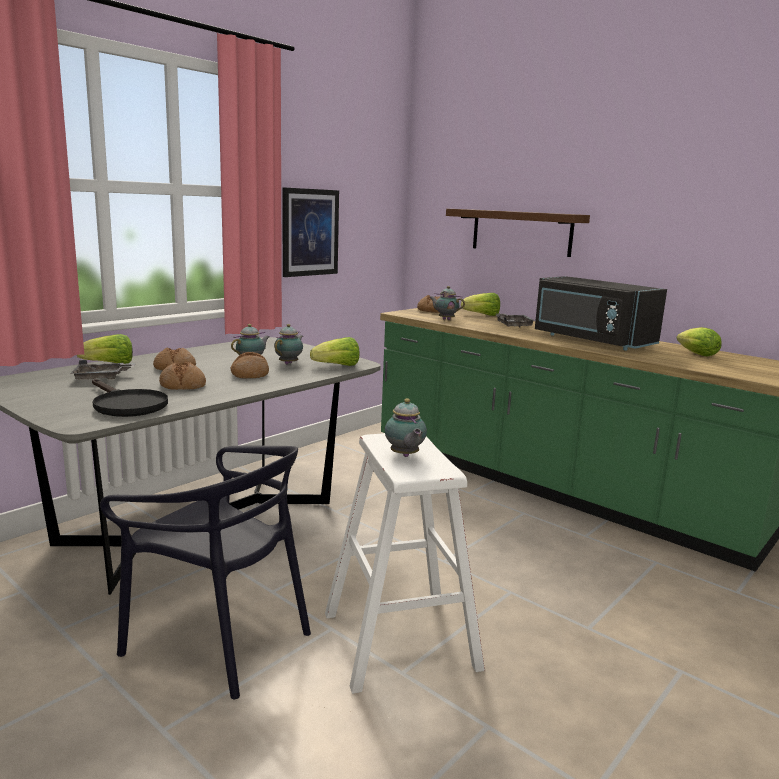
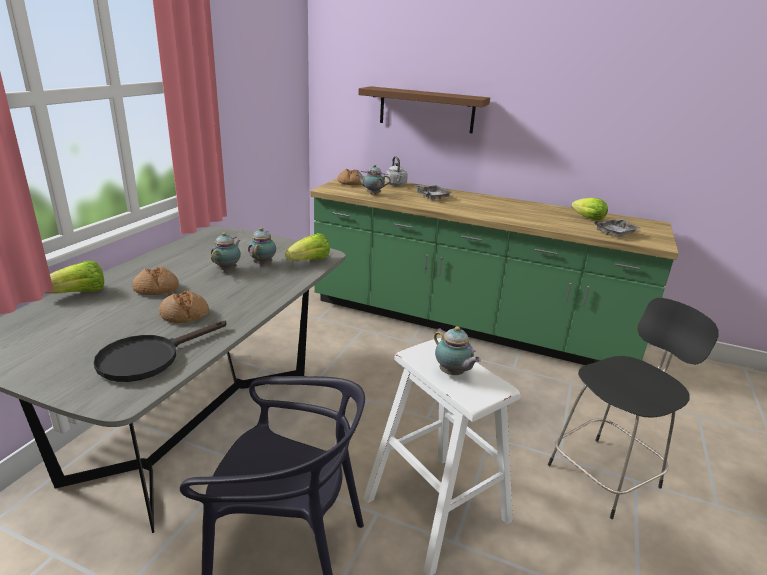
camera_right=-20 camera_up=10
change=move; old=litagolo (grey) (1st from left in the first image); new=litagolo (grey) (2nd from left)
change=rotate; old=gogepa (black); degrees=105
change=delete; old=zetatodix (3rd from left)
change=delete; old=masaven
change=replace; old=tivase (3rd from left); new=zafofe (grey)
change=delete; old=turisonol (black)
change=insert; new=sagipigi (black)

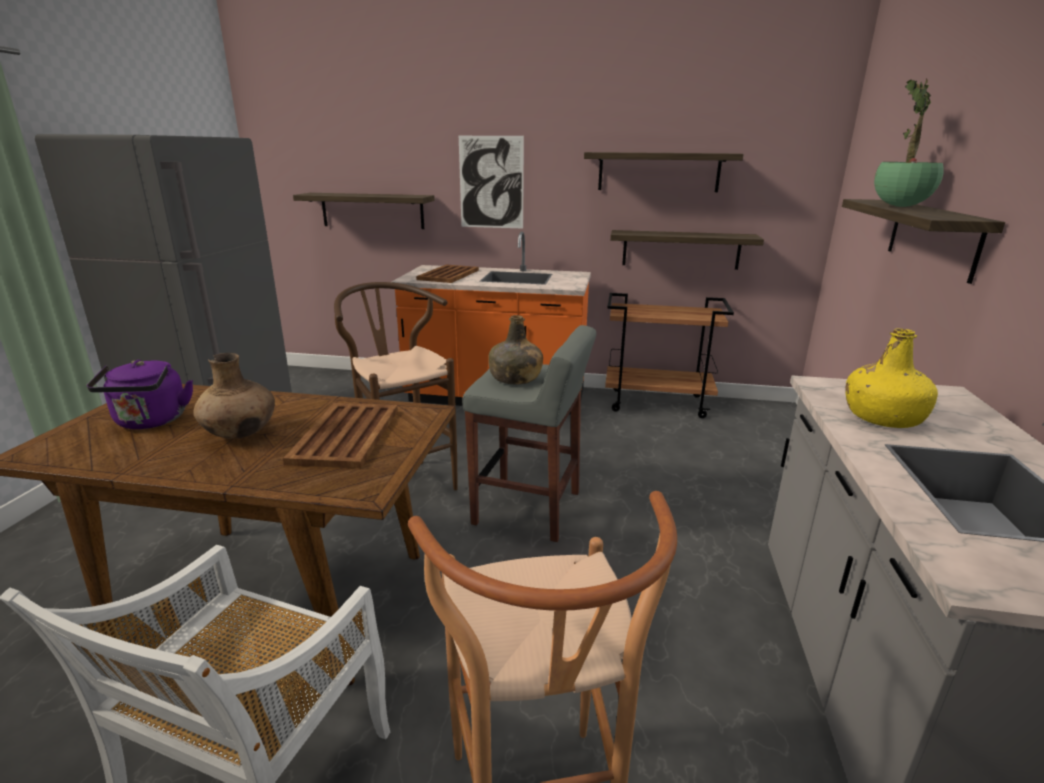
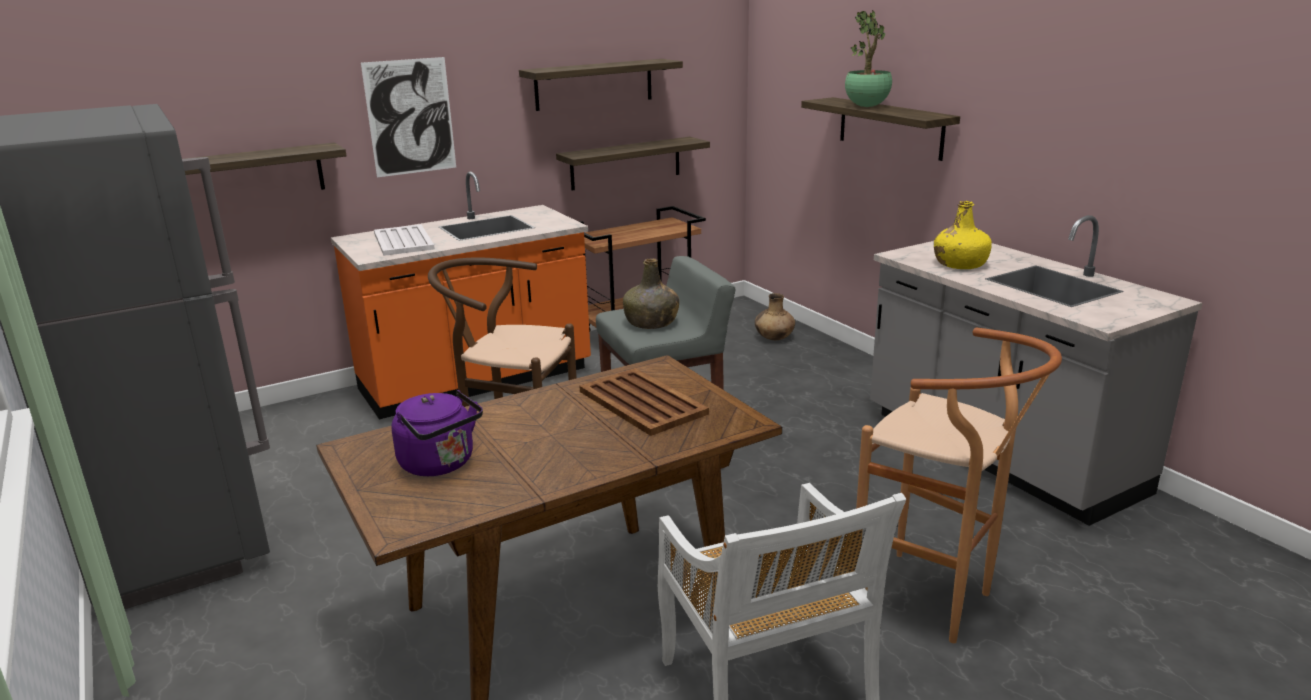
camera_right=-40 camera_up=0
change=move; old=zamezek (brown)
change=recolor; old=litagolo (brown) (2nd from left); new=litagolo (white)

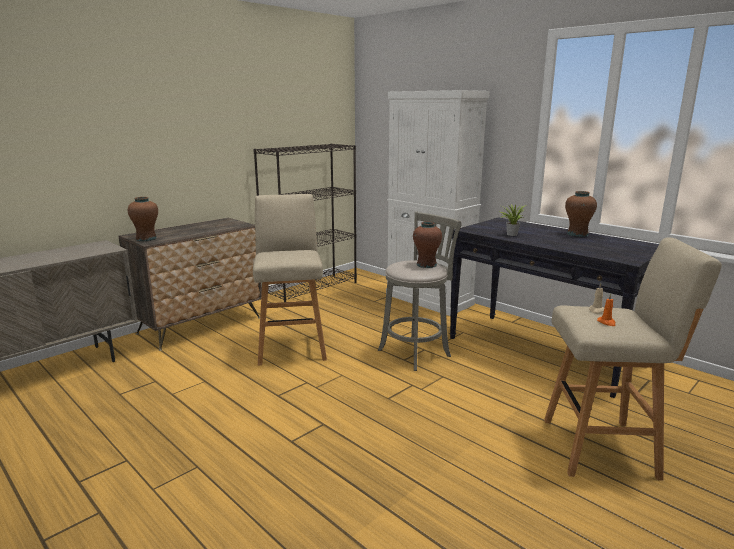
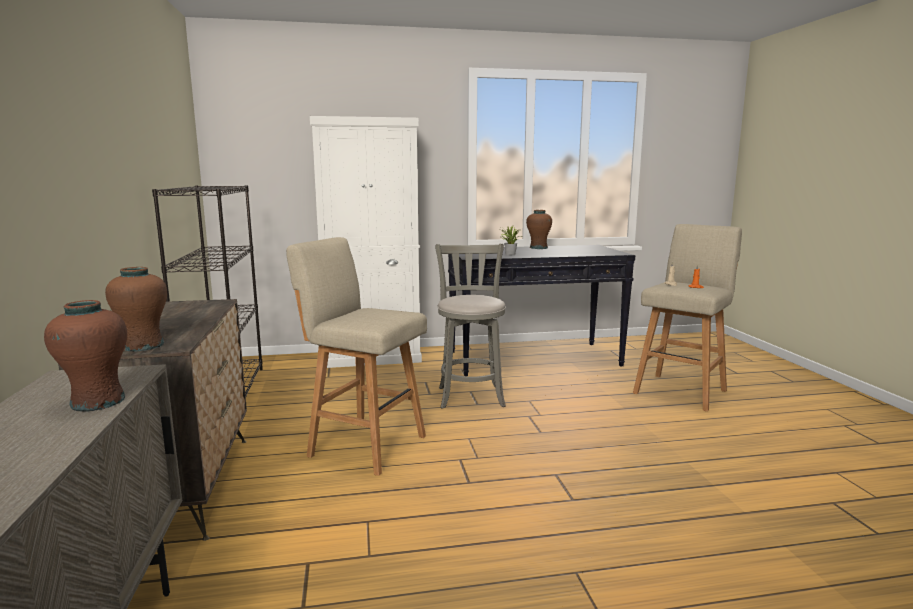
camera_right=-55 camera_up=-5
change=move; old=zamezek (brown) (2nd from left in the first image); new=zamezek (brown) (1st from left)

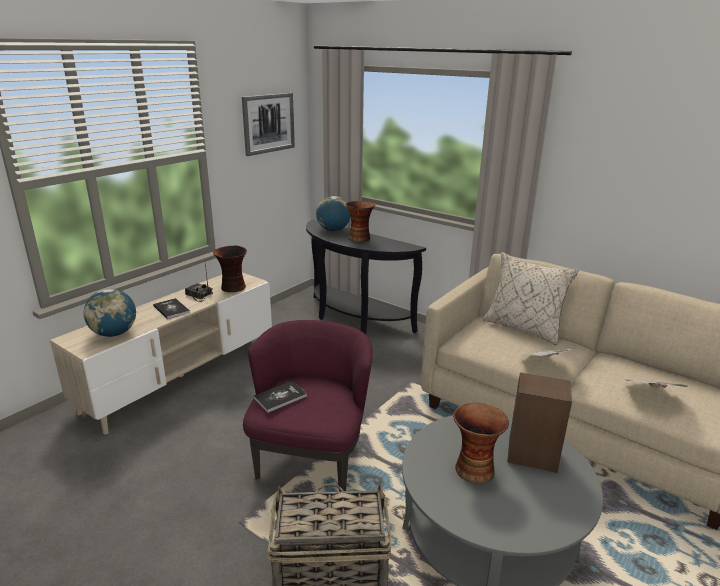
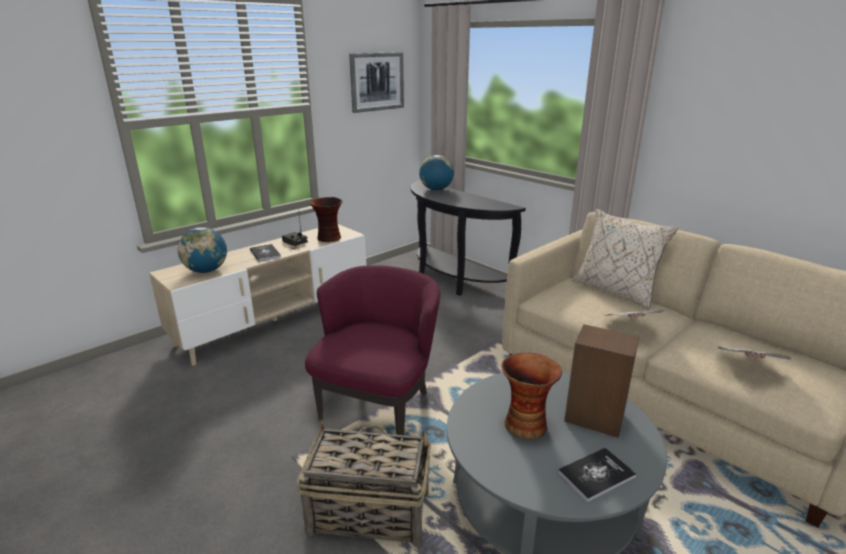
camera_right=10 camera_up=0
change=move; old=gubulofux (2nd from left)
change=delete; old=zamezek (2nd from left)

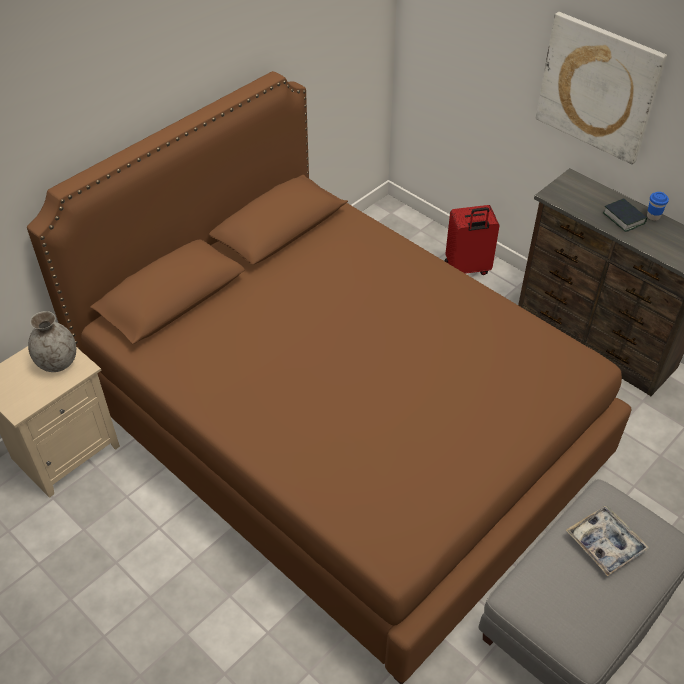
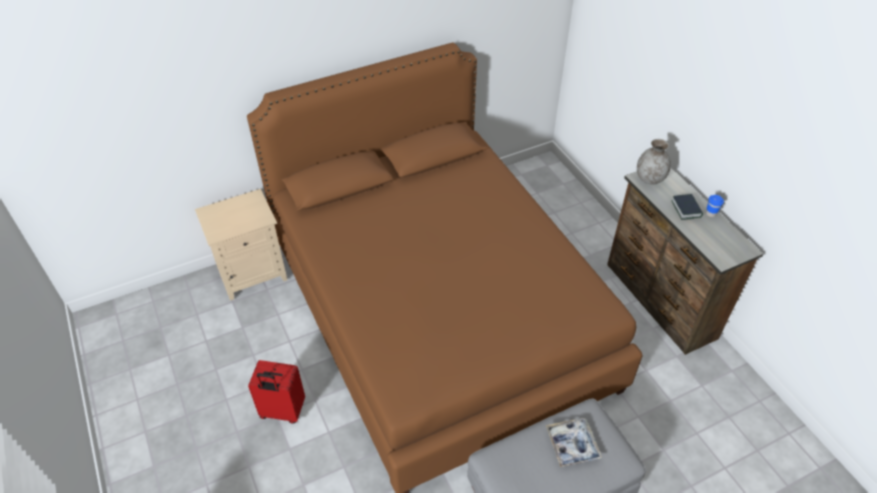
camera_right=20 camera_up=0
change=move; old=zamezek (grey)
change=move; old=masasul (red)
change=delete; old=masaven

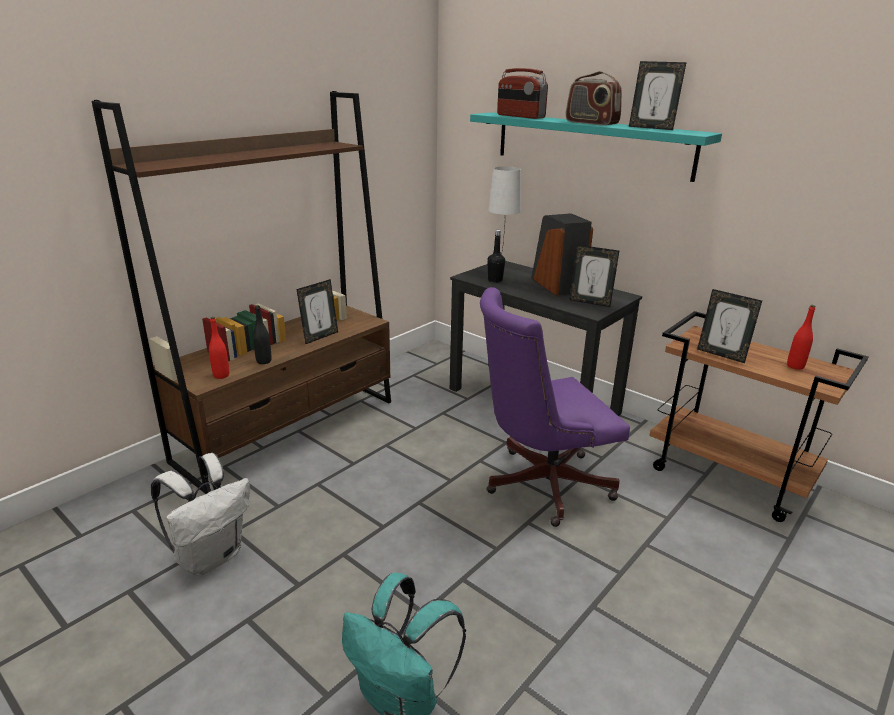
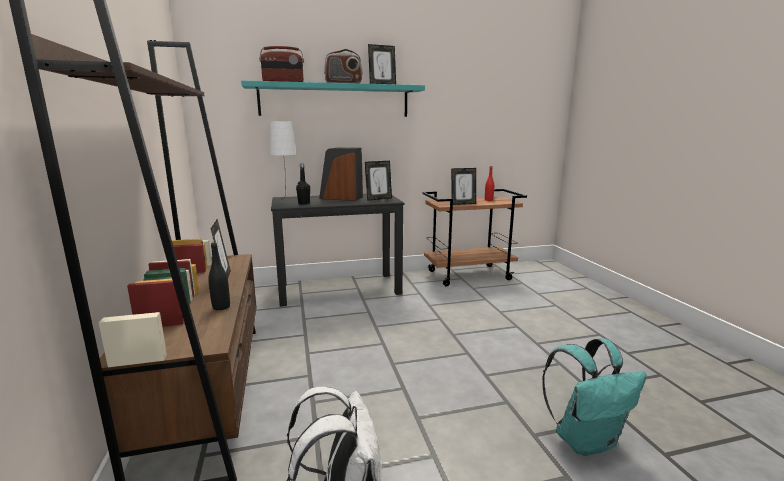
camera_right=-55 camera_up=-10
change=delete; old=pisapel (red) (1st from left)
change=delete; old=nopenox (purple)

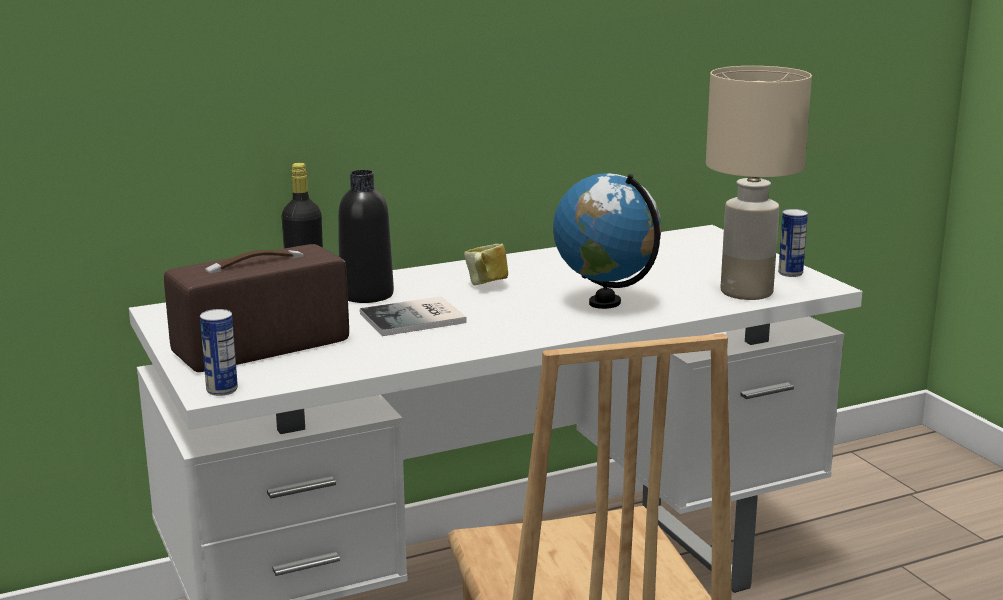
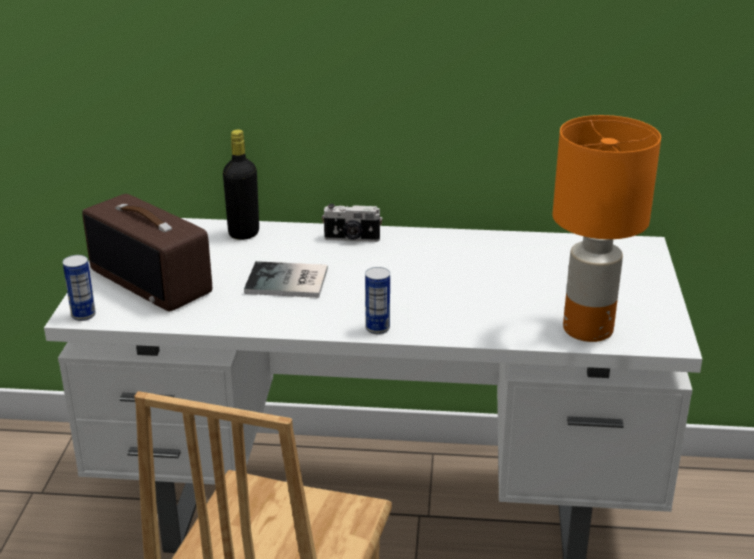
camera_right=30 camera_up=10
change=rotate; old=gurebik; degrees=-135
change=delete; old=pisapel (black) (2nd from left)
change=delete; old=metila
change=delete; old=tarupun
change=recolor; old=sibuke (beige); new=sibuke (orange)
change=move; old=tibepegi (2nd from left)
change=insert; new=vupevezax

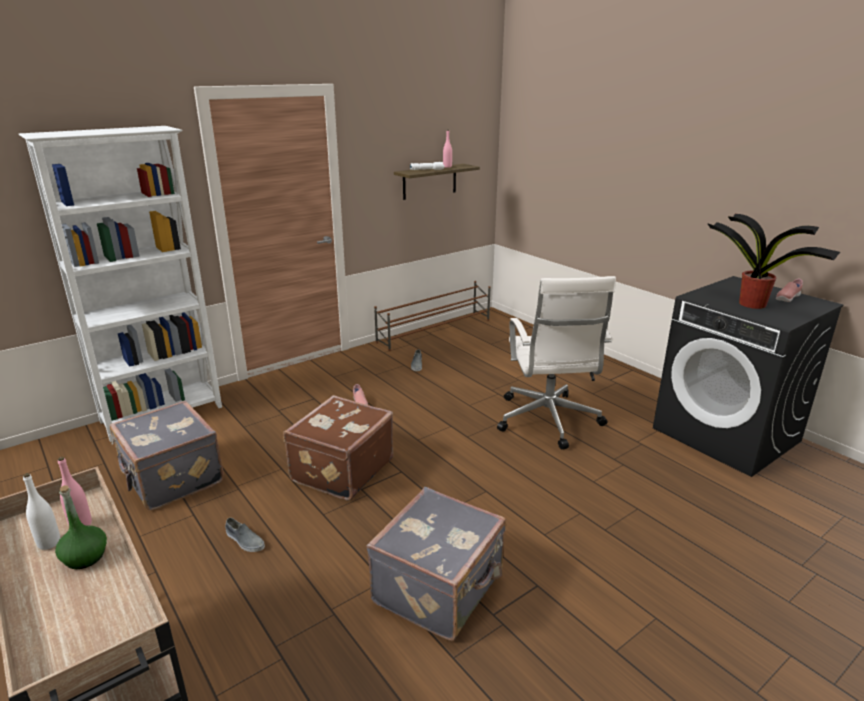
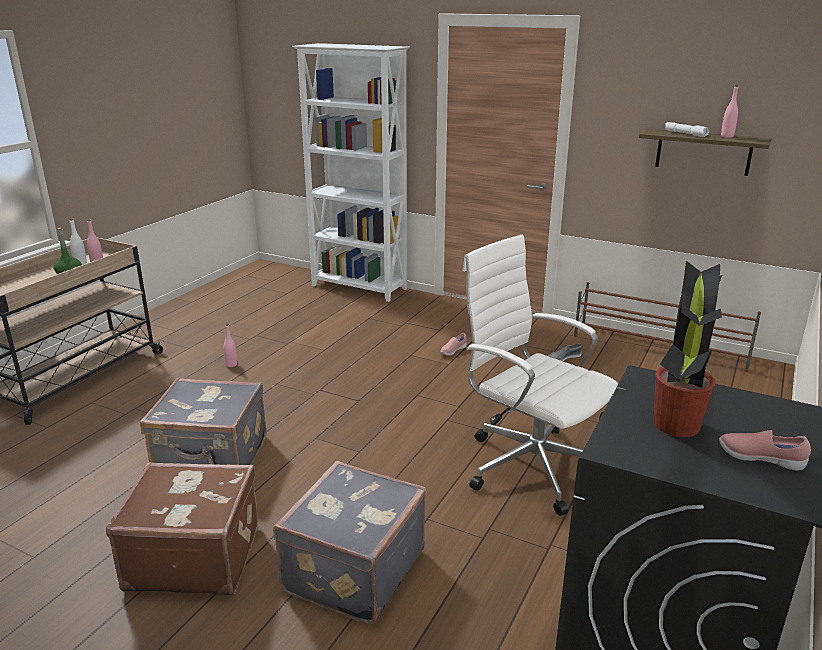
camera_right=65 camera_up=0
change=move; old=masasul (grey) (1st from left in the first image); new=masasul (grey) (2nd from left)
change=replace; old=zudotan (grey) (1st from left); new=pisapel (pink) (2nd from left)
change=move; old=masasul (brown)
change=rotate; old=nopenox (white); degrees=75

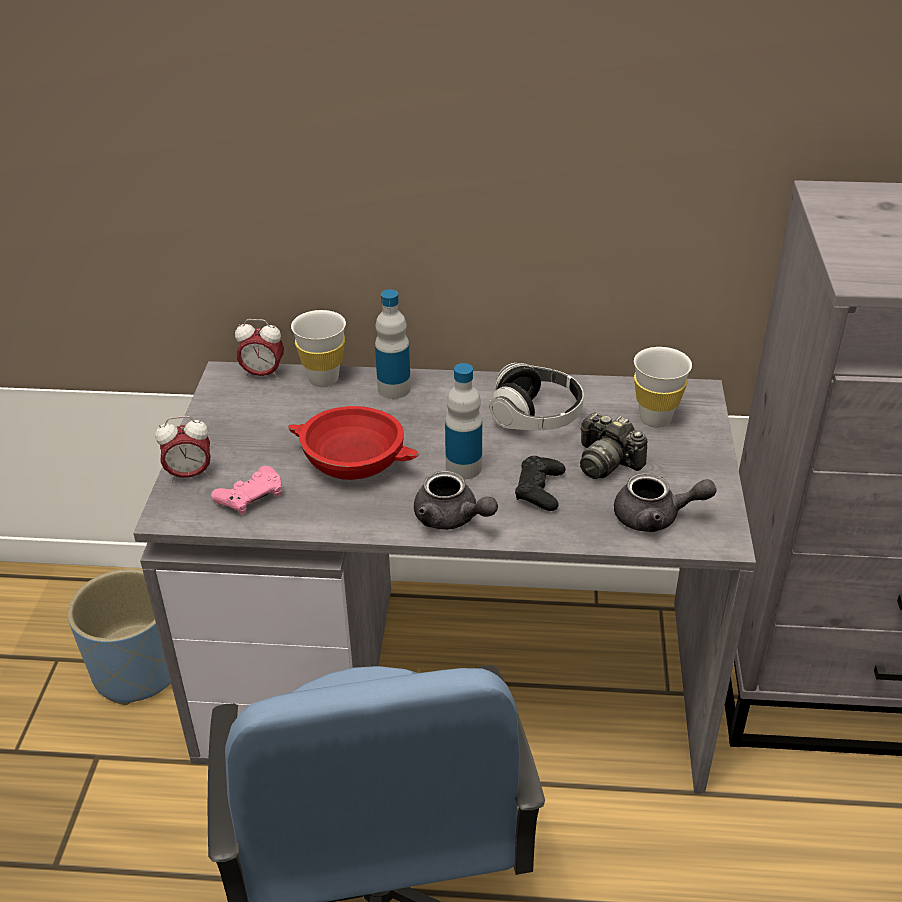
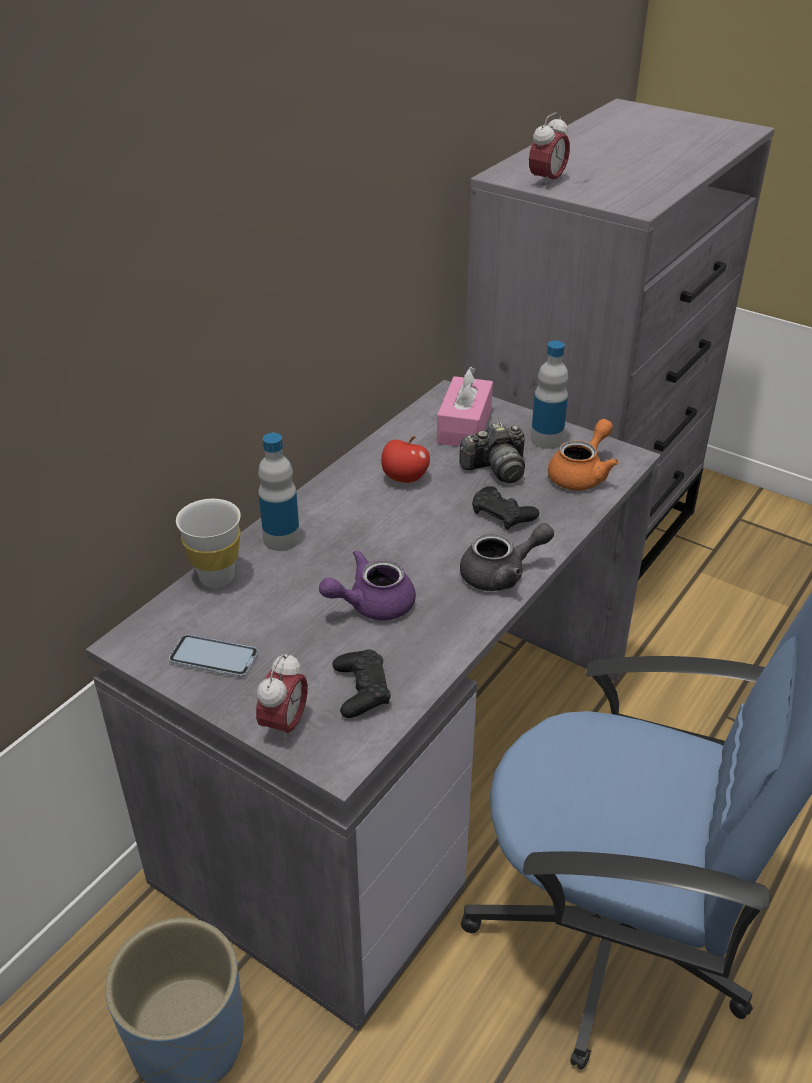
camera_right=-60 camera_up=0
change=recolor; old=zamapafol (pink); new=zamapafol (black) (1st from left)
change=move; old=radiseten (2nd from left)
change=replace; old=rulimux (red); new=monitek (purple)
change=move; old=pisapel (2nd from left)
change=replace; old=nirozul; new=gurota
change=recolor; old=monitek (grey) (2nd from left); new=monitek (orange)
change=replace; old=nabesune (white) (2nd from left); new=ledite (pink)
change=insert; new=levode

